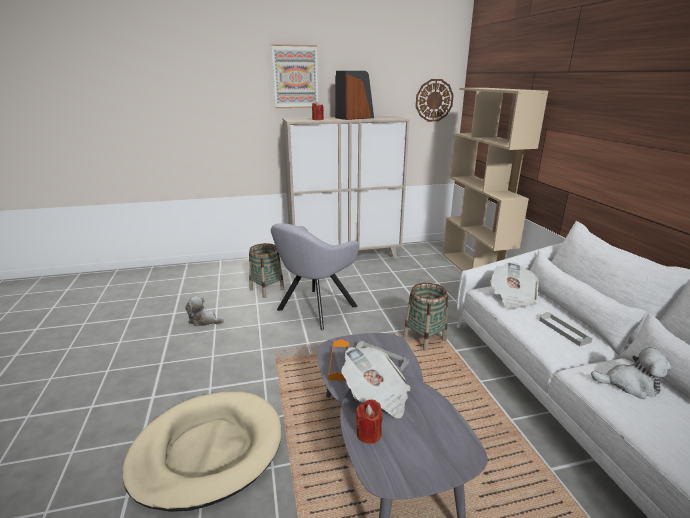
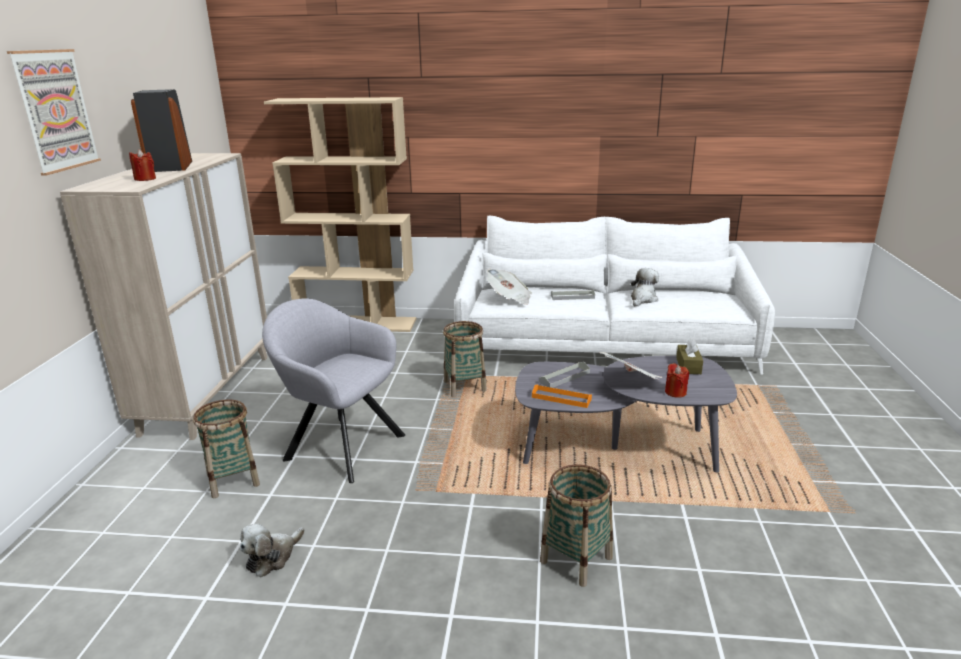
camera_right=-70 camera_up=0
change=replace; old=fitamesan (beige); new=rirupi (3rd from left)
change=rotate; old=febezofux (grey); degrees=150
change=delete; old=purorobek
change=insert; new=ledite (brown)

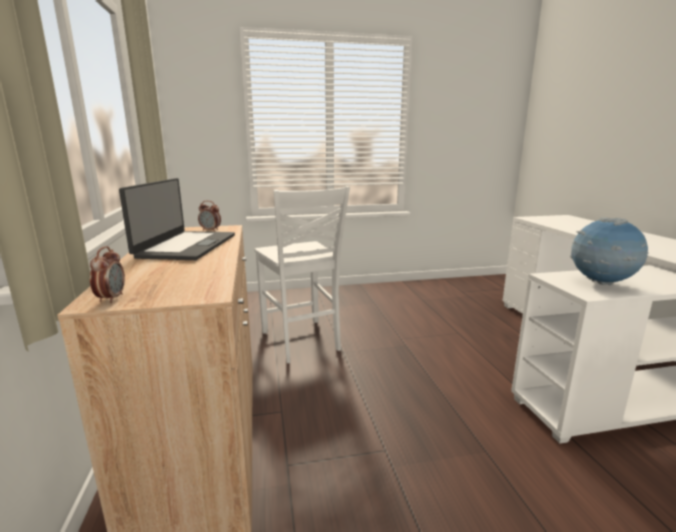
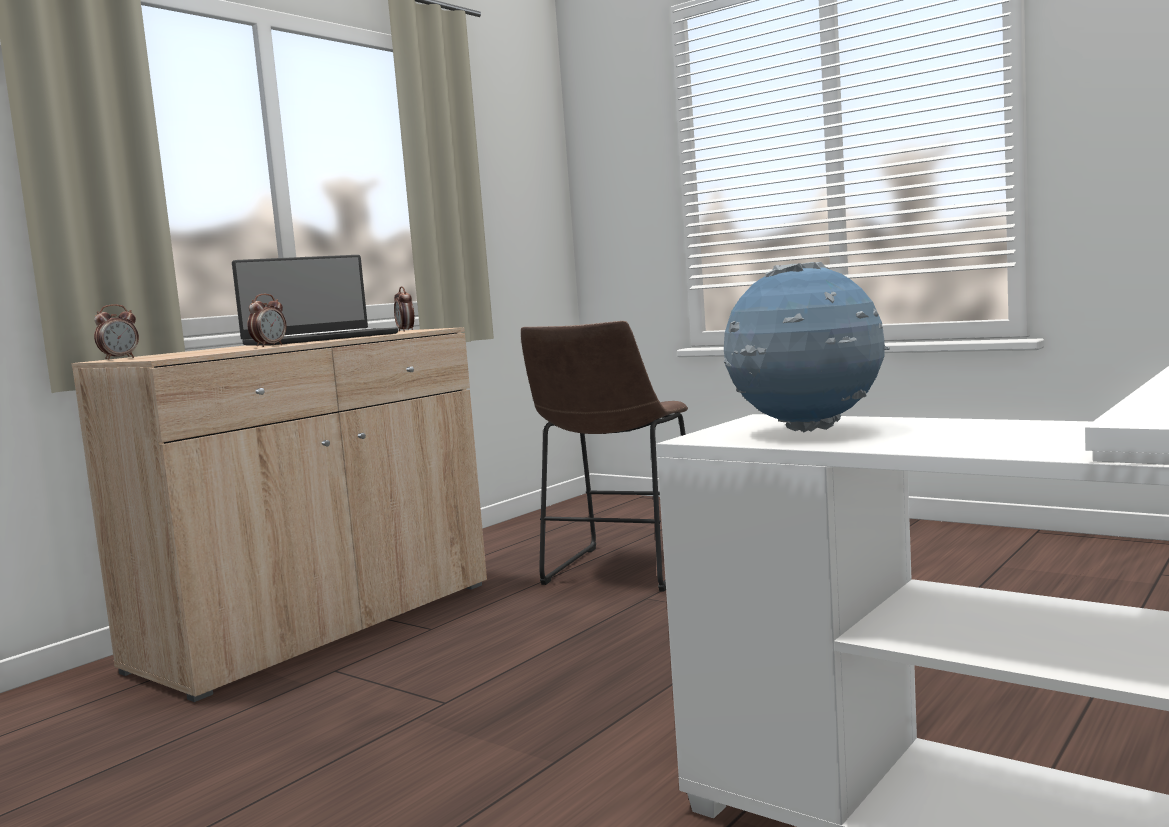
camera_right=50 camera_up=-10
change=replace; old=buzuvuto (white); new=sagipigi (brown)
change=insert; new=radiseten (2nd from left)

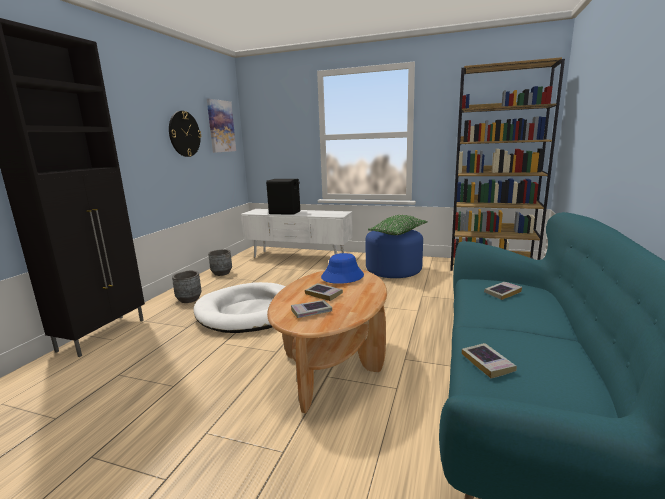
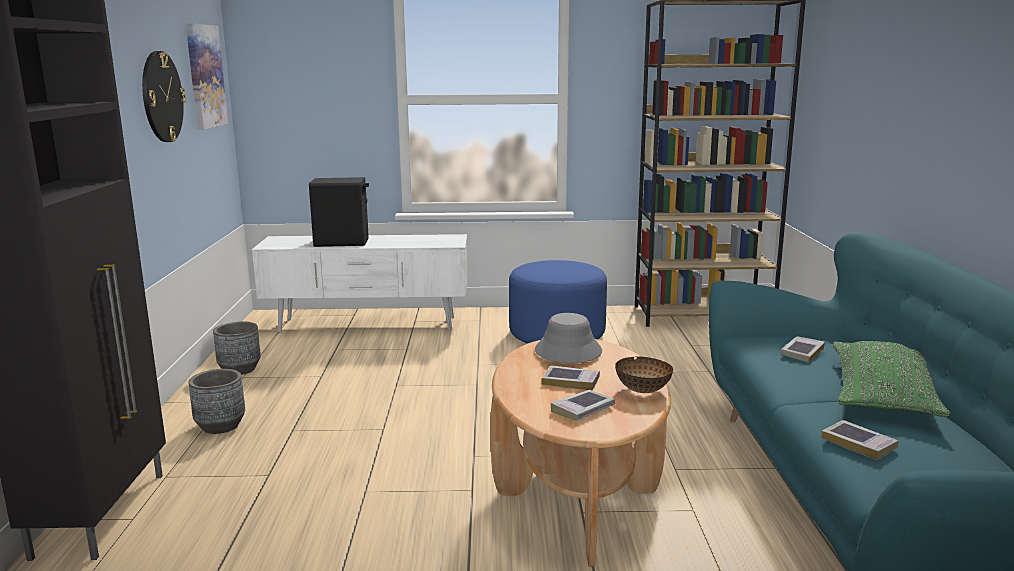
camera_right=-20 camera_up=0
change=delete; old=fitamesan (white)
change=recolor; old=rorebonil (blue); new=rorebonil (grey)
change=move; old=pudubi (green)
change=insert; new=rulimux

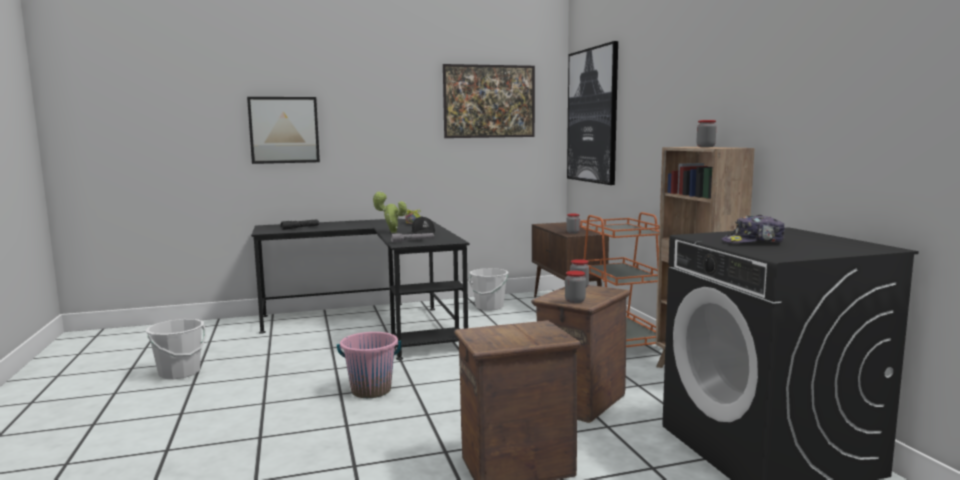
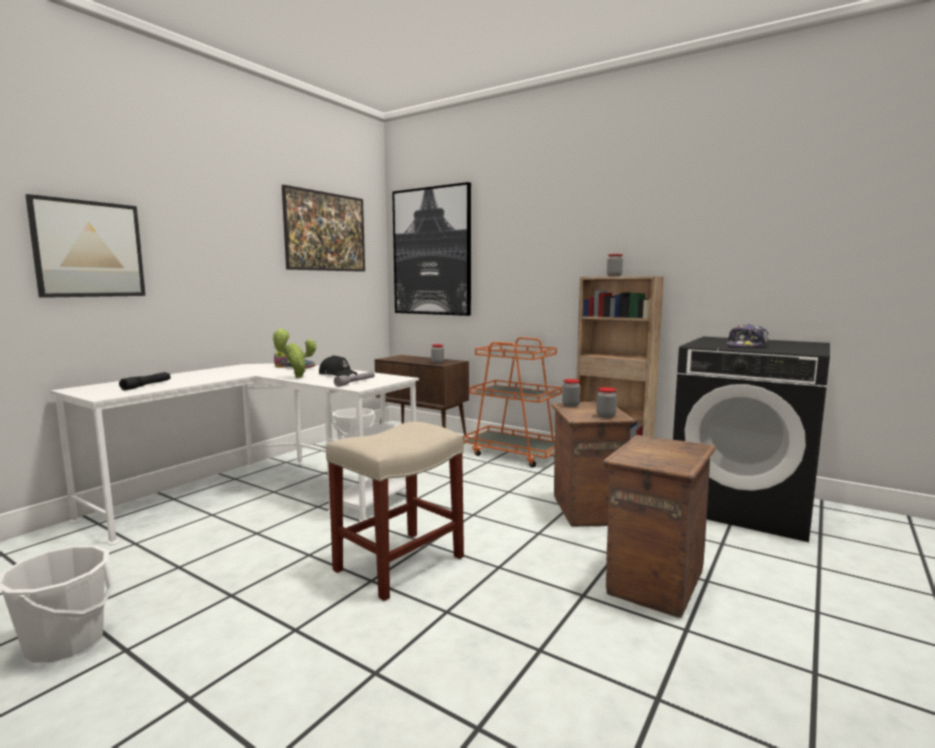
camera_right=-40 camera_up=0
change=recolor; old=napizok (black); new=napizok (white)
change=replace; old=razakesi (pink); new=sagipigi (beige)

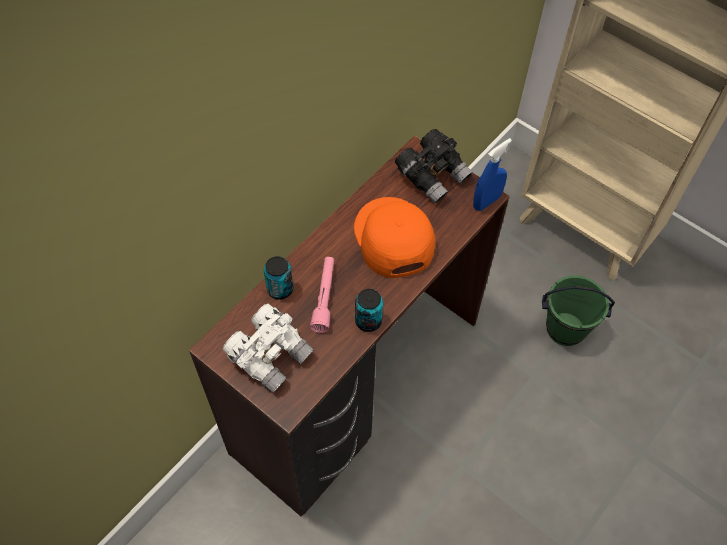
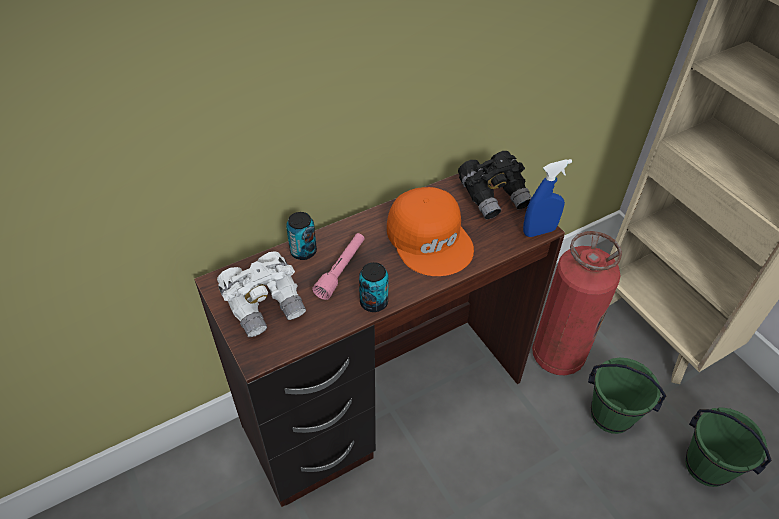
camera_right=20 camera_up=-10
change=rotate; old=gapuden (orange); degrees=150
change=insert; new=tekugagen
change=insert; new=razakesi (green) (2nd from left)

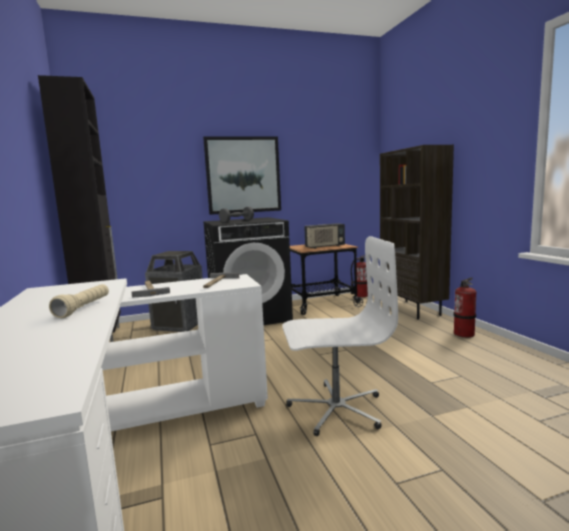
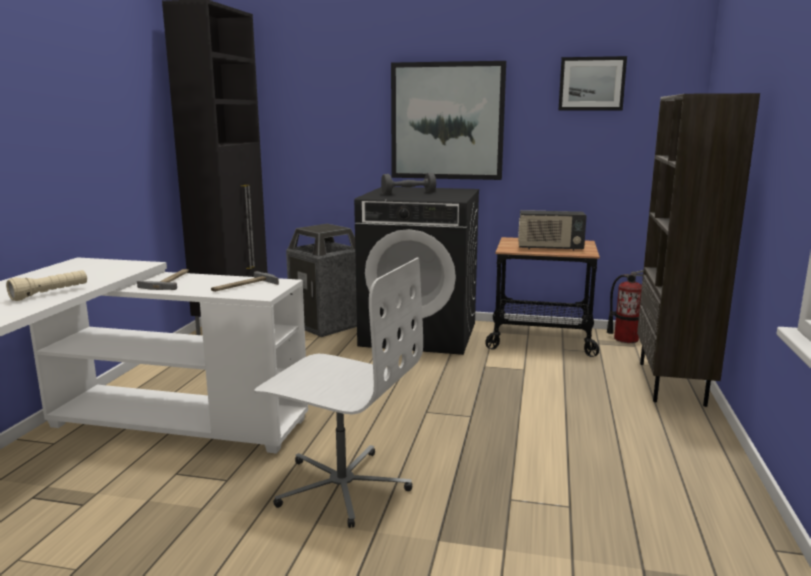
camera_right=30 camera_up=5
change=delete; old=tekugagen (2nd from left)
change=insert; new=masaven (2nd from left)

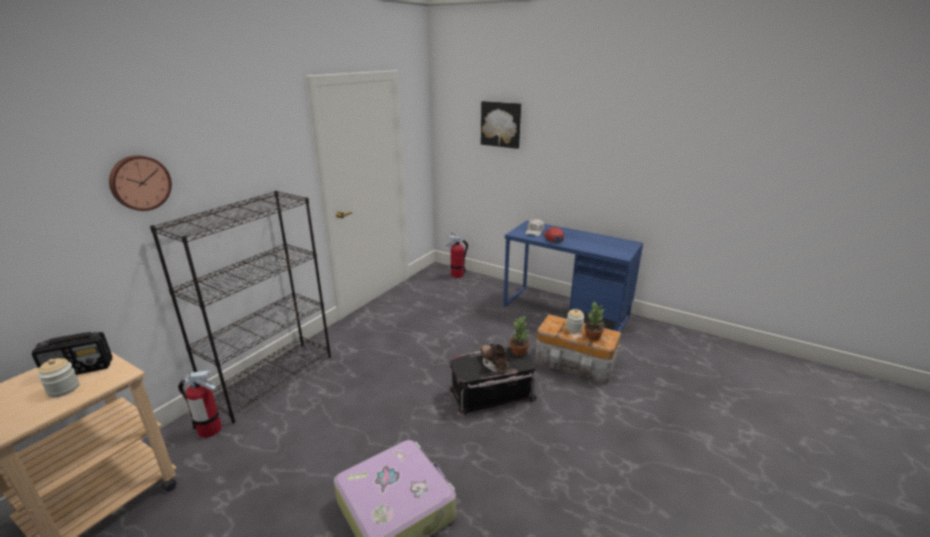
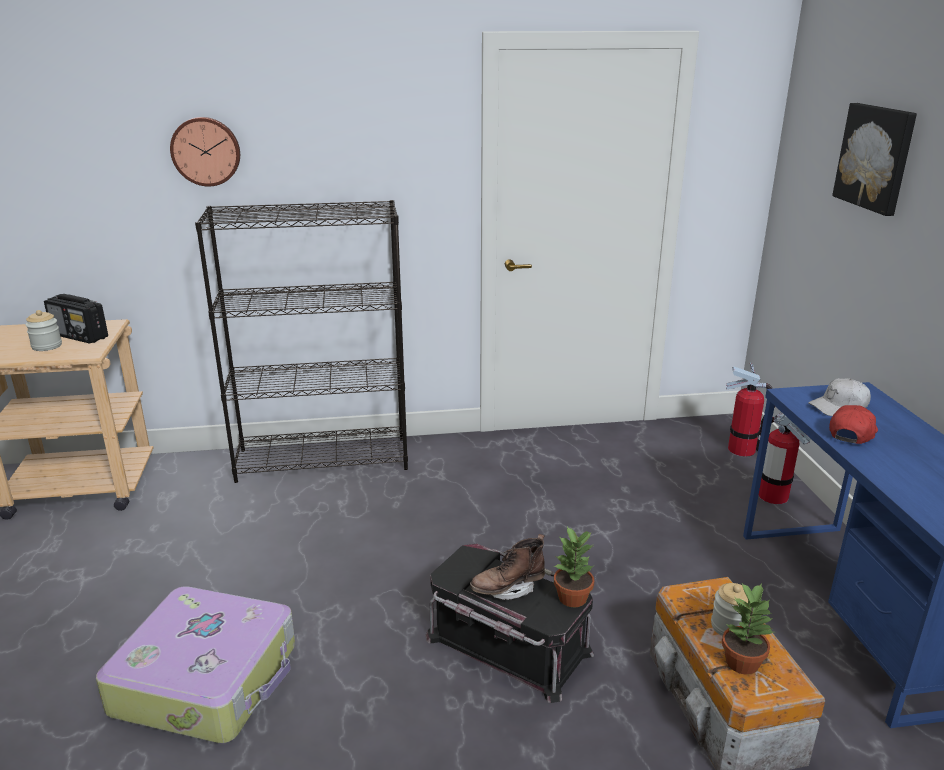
camera_right=50 camera_up=0
change=move; old=tekugagen (1st from left in the first image); new=tekugagen (2nd from left)
change=rotate; old=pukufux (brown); degrees=-135

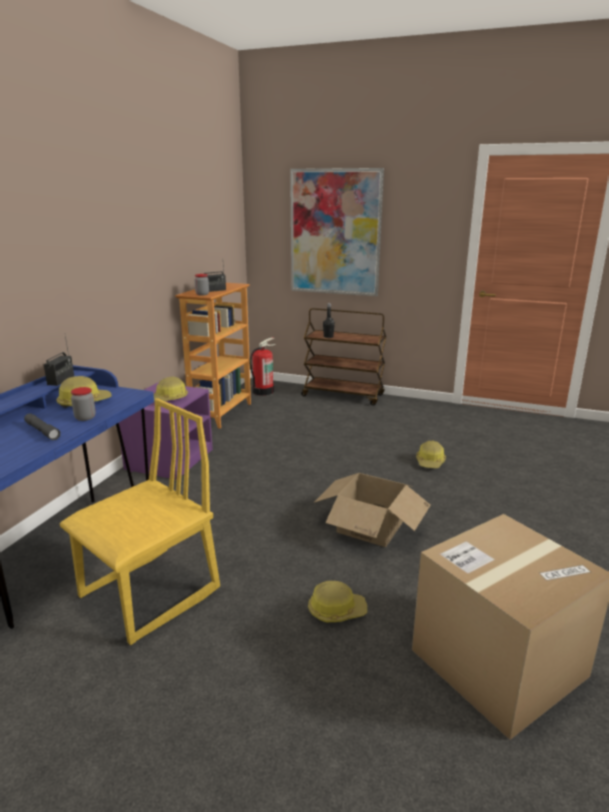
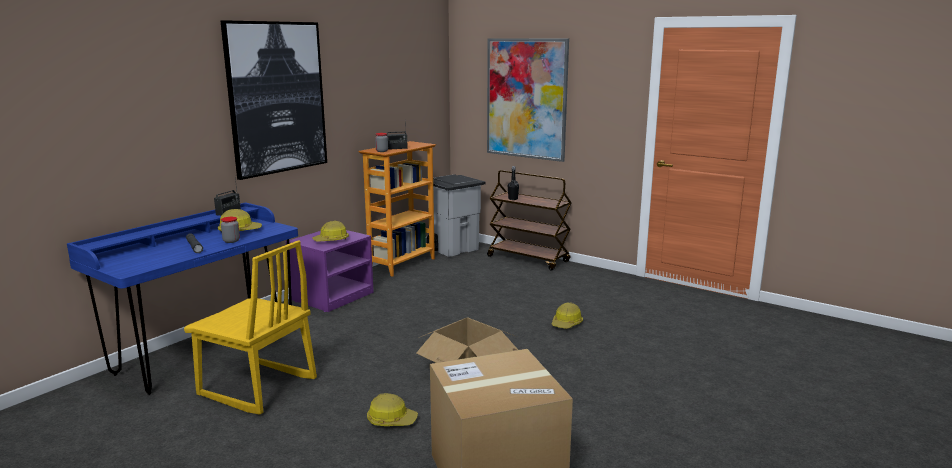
camera_right=15 camera_up=-5
change=rotate; old=buzuvuto (yellow); degrees=60
change=replace; old=tekugagen; new=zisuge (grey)
change=insert; new=masaven (1st from left)

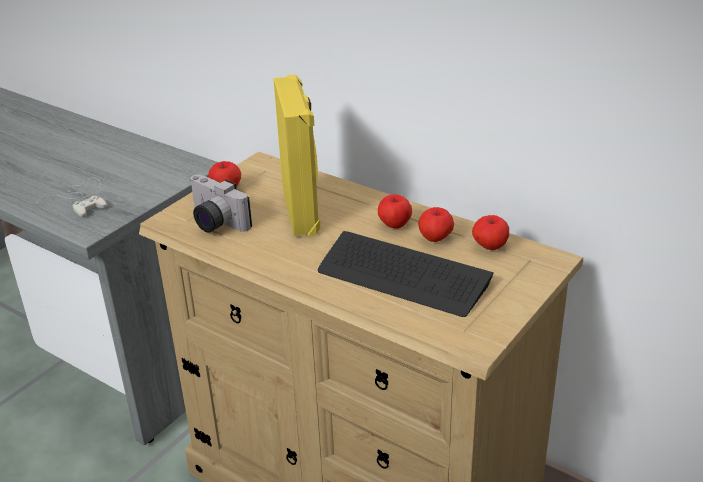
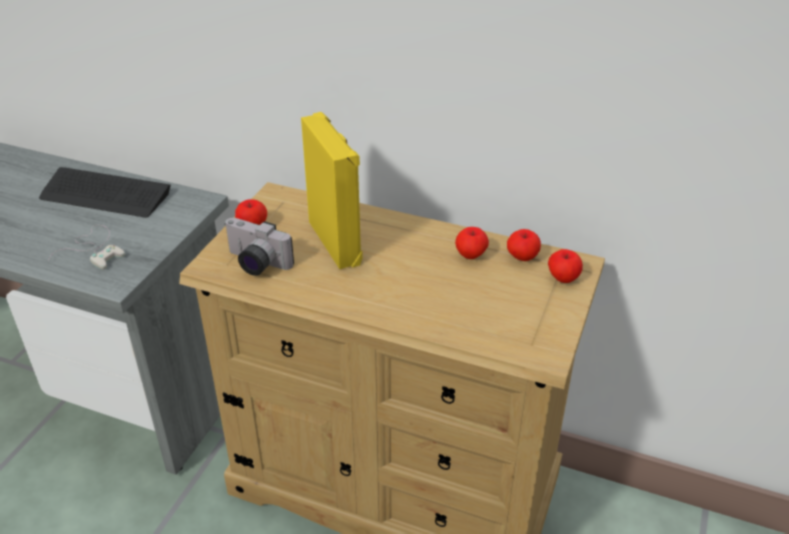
camera_right=-15 camera_up=5
change=move; old=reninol
change=move; old=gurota (2nd from left in the first image); new=gurota (4th from left)

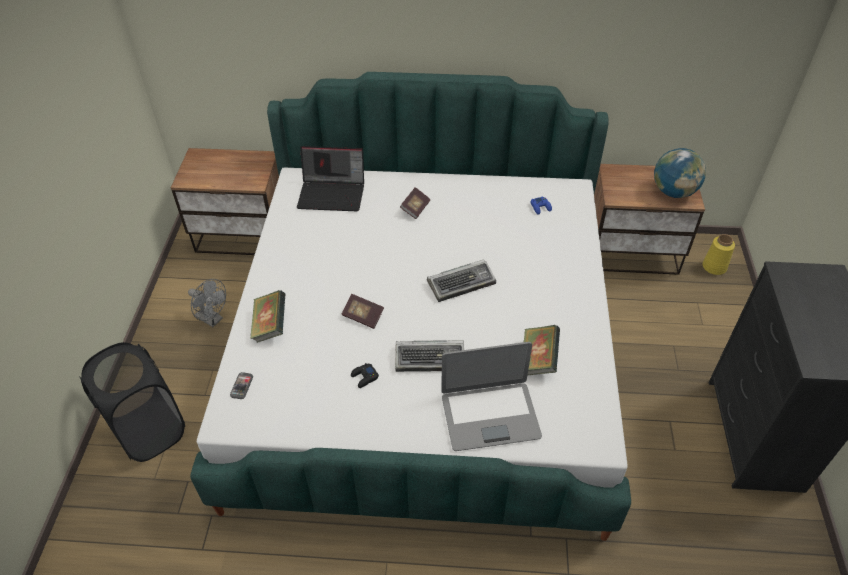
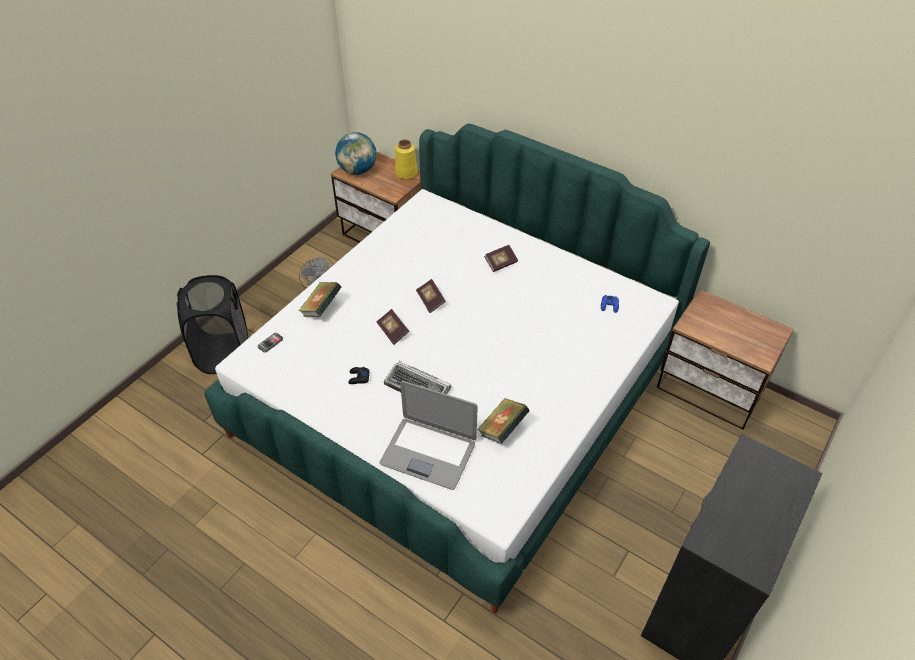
camera_right=30 camera_up=0
change=delete; old=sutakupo (1st from left)
change=delete; old=reninol (2nd from left)
change=move; old=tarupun
change=move; old=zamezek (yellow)
change=insert; new=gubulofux (3rd from left)

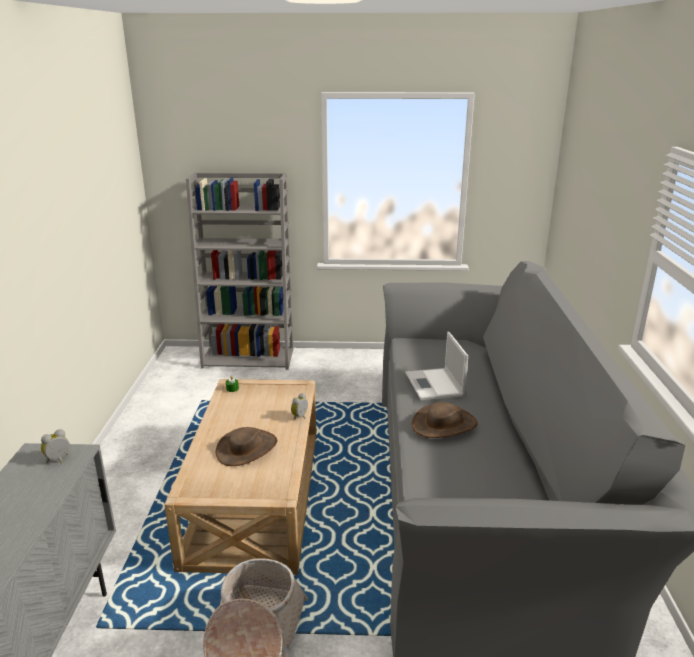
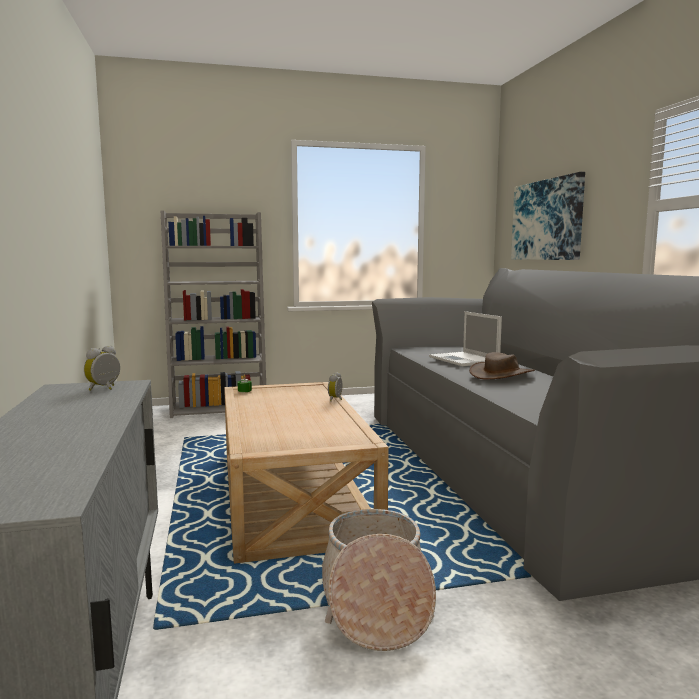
camera_right=-15 camera_up=-15
change=delete; old=rorebonil (brown) (1st from left)
change=insert; new=masaven

